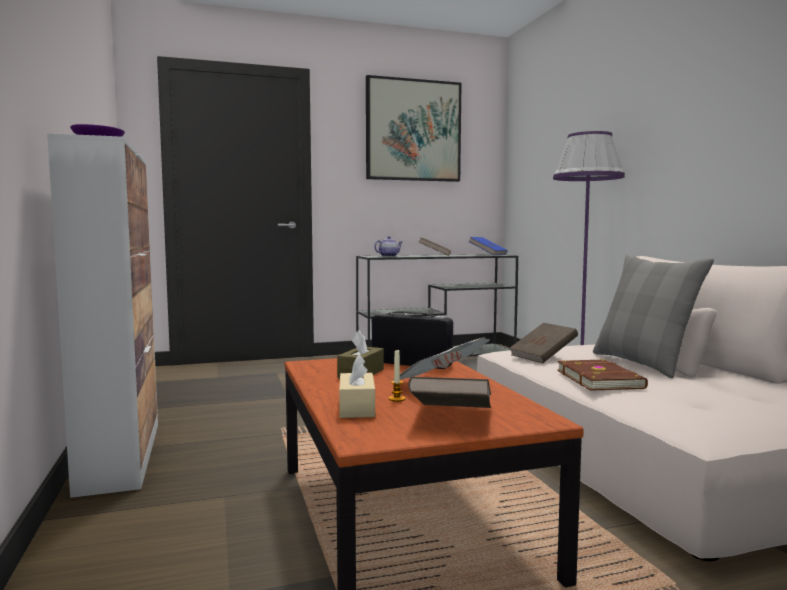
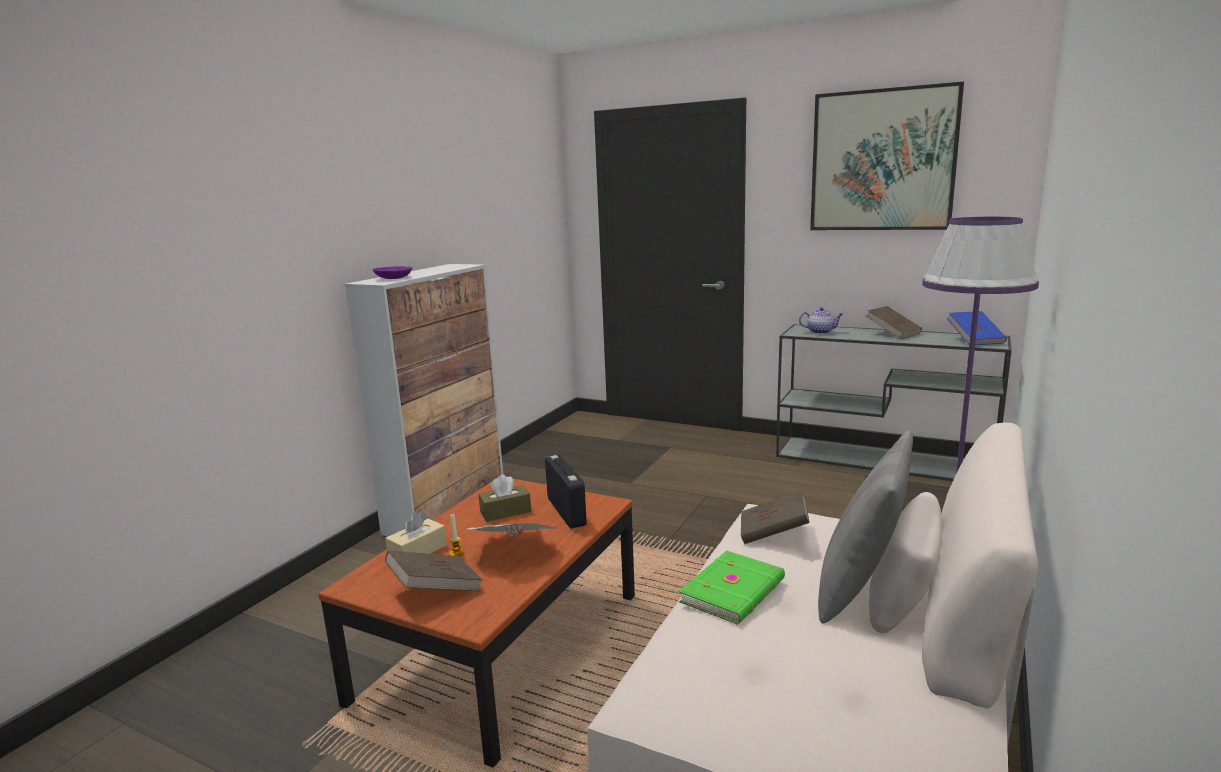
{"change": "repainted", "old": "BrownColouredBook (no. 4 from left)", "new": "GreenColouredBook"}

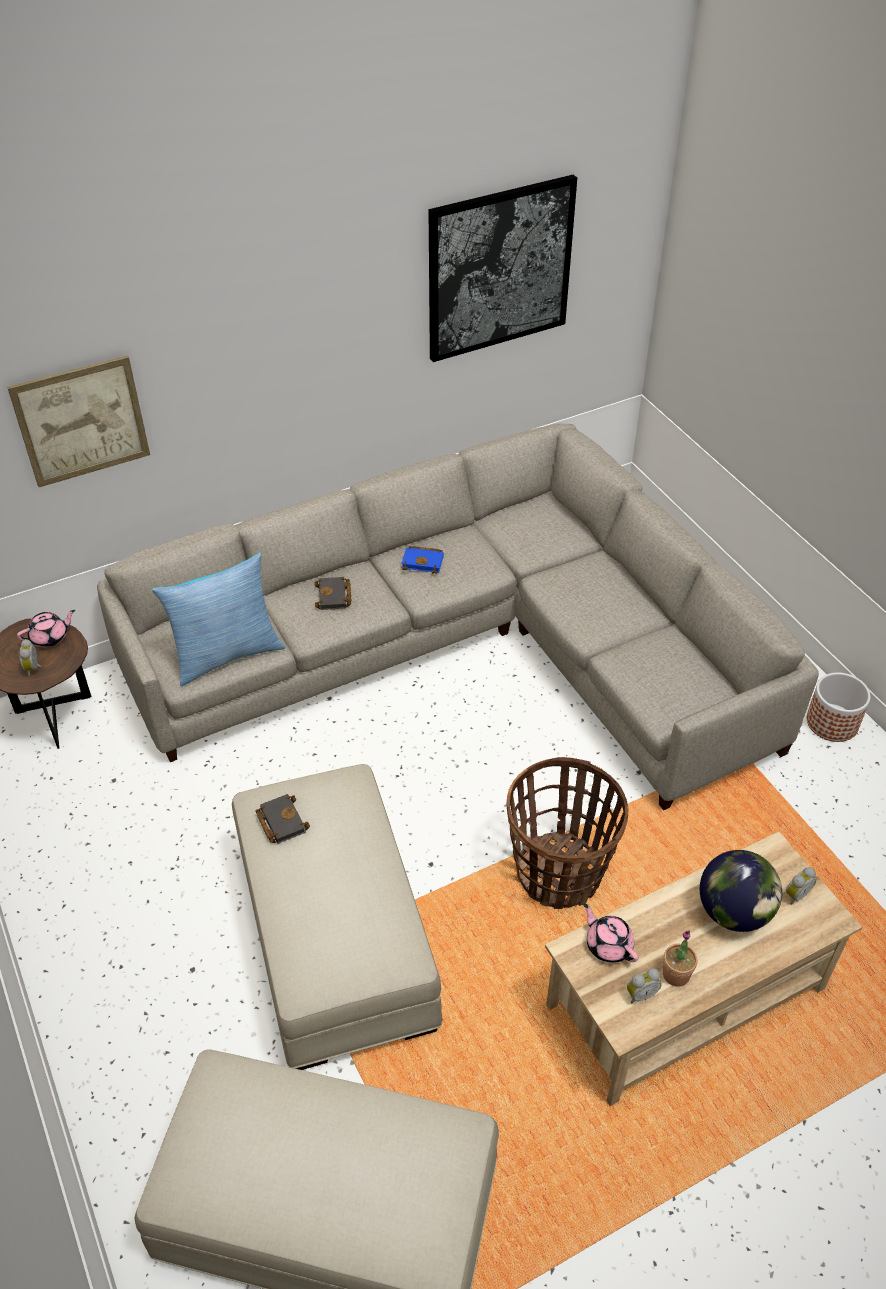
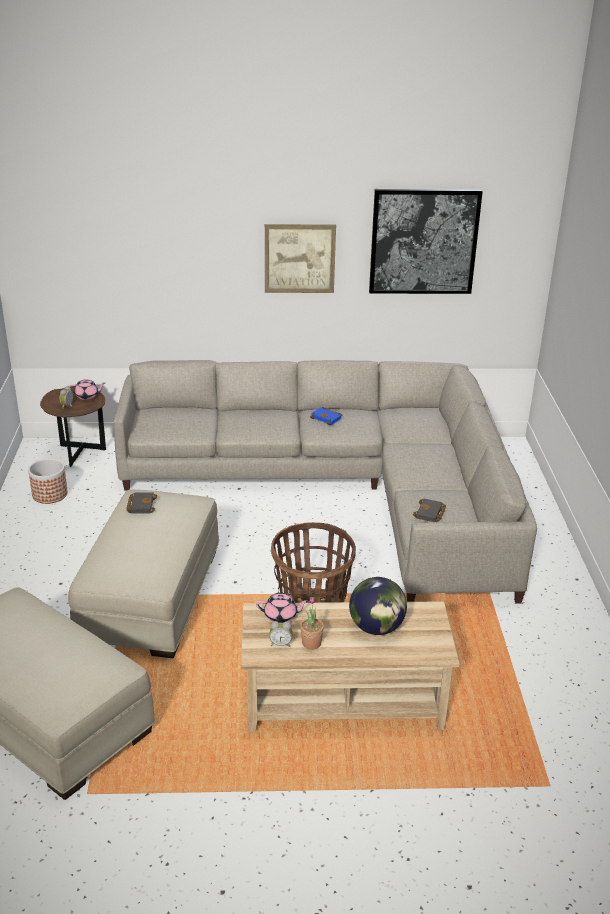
{"change": "gone", "old": "Cushion"}
{"change": "gone", "old": "AlarmClock (no. 3 from left)"}
{"change": "shifted", "old": "WallArt (no. 1 from left)"}
{"change": "shifted", "old": "BlackBook (no. 2 from left)"}
{"change": "shifted", "old": "FlowerPot"}
{"change": "rotated", "old": "PinkishTeapot (no. 2 from left)", "degrees": 105}

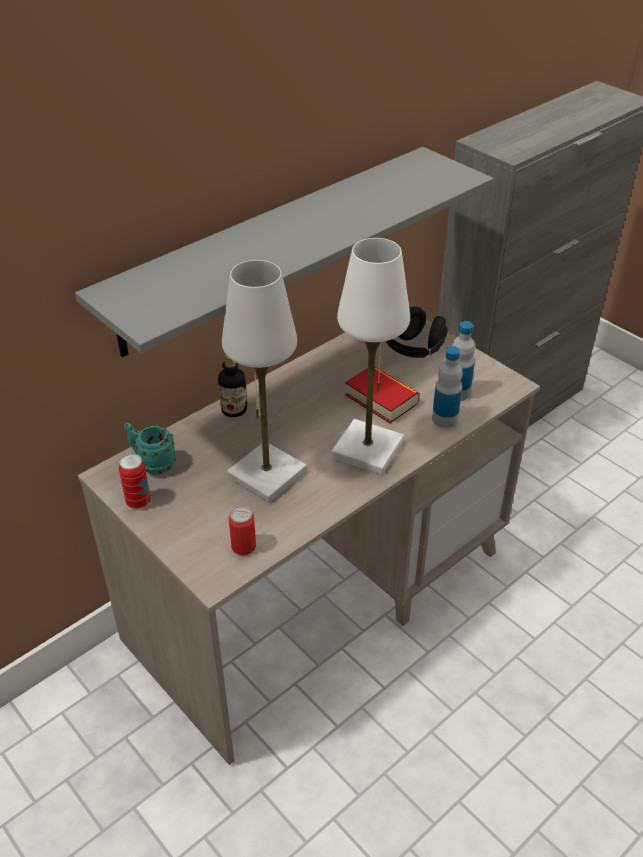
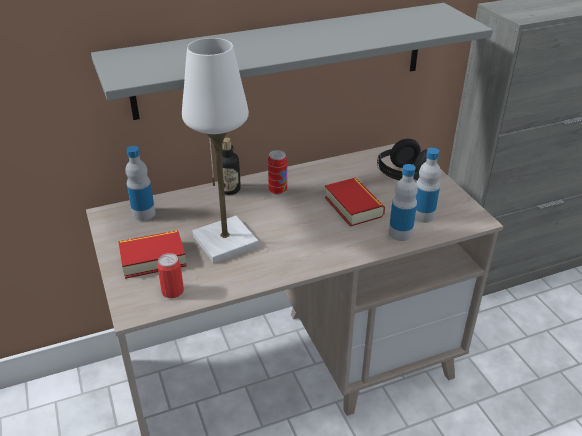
{"change": "gone", "old": "WhitishTableLamp (no. 2 from left)"}
{"change": "new", "new": "Book (no. 1 from left)"}
{"change": "shifted", "old": "MetalCan (no. 1 from left in the first image)", "new": "MetalCan (no. 2 from left)"}
{"change": "swapped", "old": "TurquoiseColouredMug", "new": "Bottle (no. 1 from left)"}

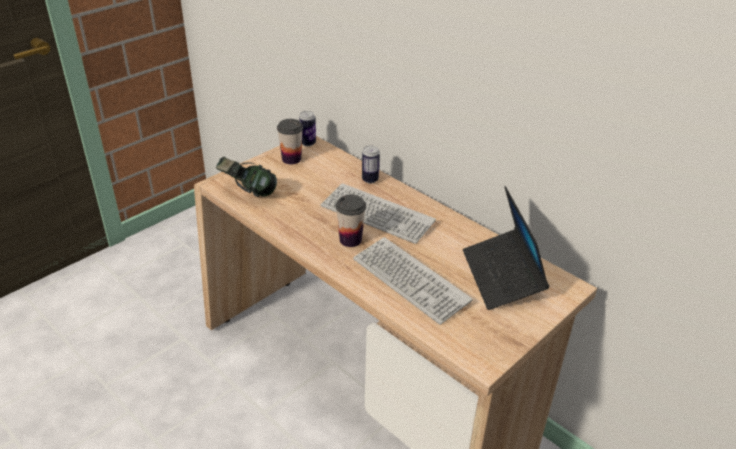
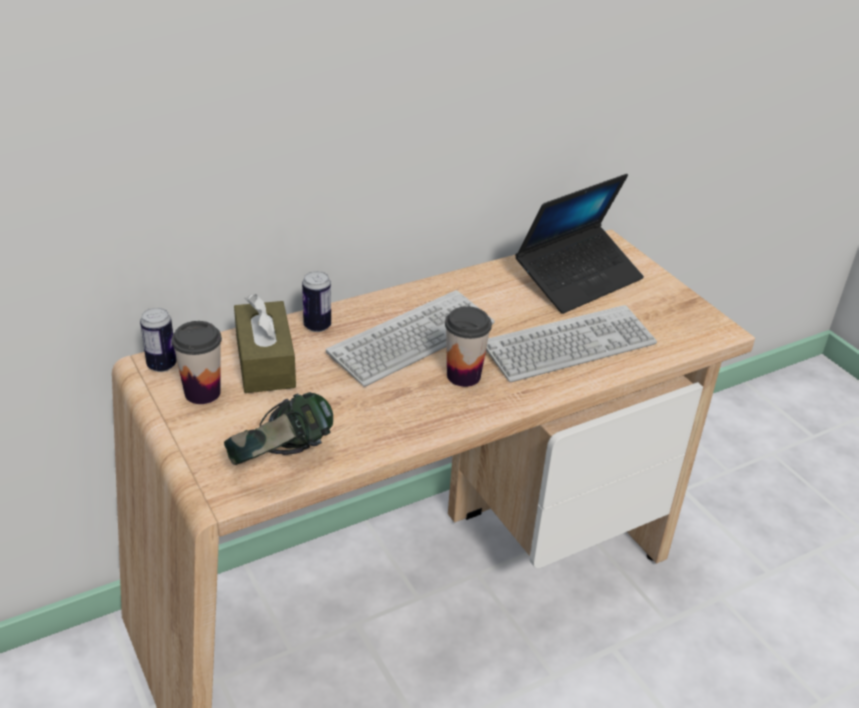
{"change": "new", "new": "BrownColouredTissueBox"}
{"change": "rotated", "old": "PortableComputer", "degrees": -45}

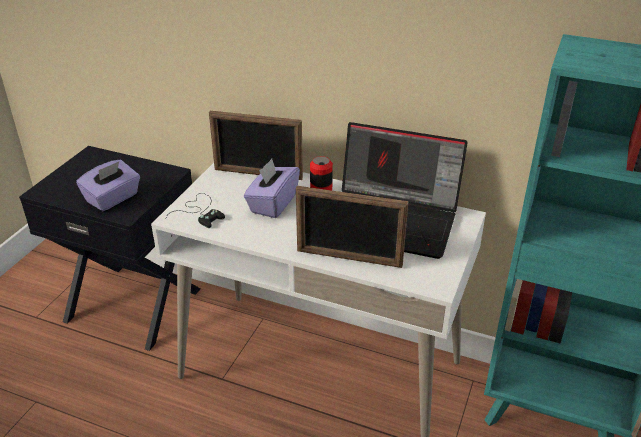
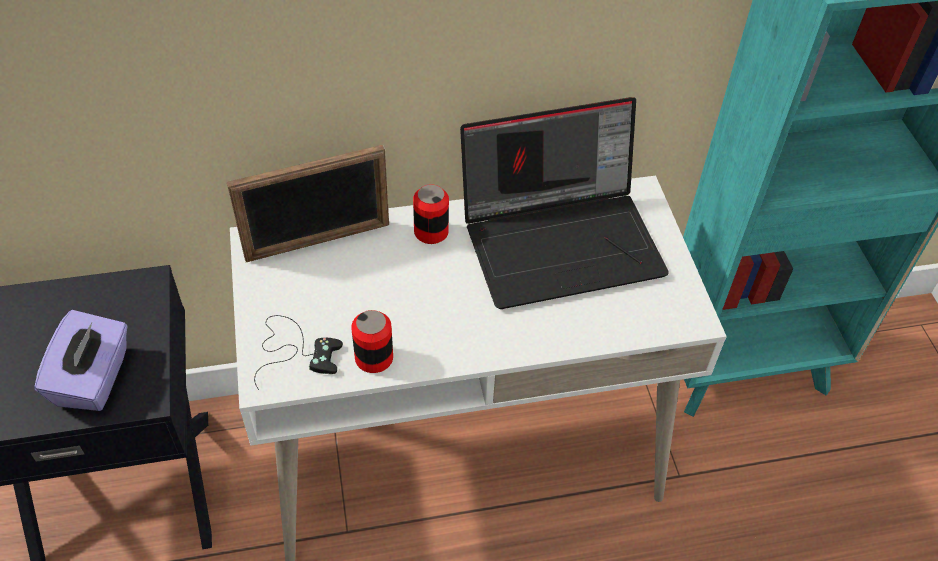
{"change": "gone", "old": "PurpleColouredTissueBox (no. 2 from left)"}
{"change": "gone", "old": "StandingFrame (no. 2 from left)"}
{"change": "new", "new": "MetalCan (no. 1 from left)"}

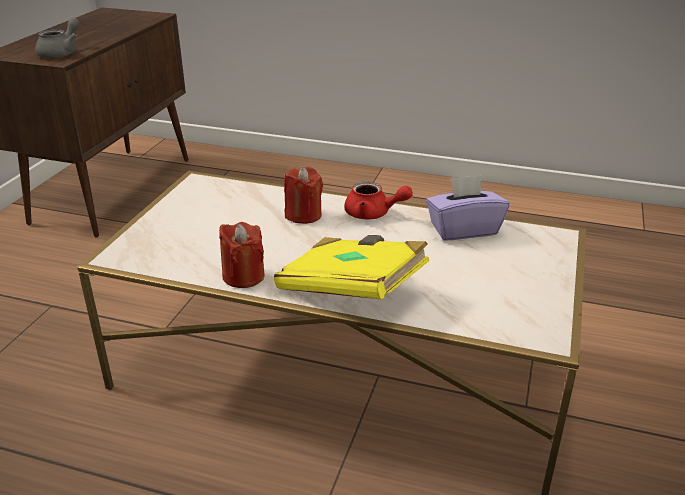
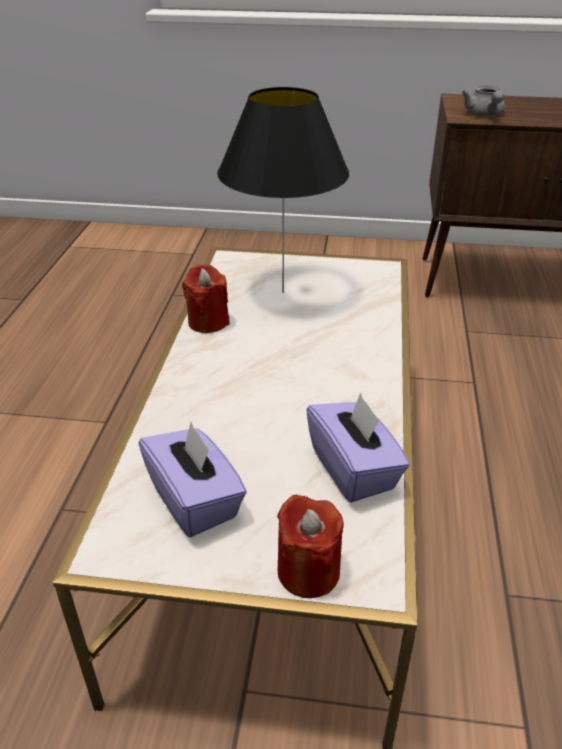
{"change": "gone", "old": "YellowishBook"}
{"change": "gone", "old": "RedColouredTeapot"}
{"change": "new", "new": "PurpleColouredTissueBox (no. 1 from left)"}
{"change": "new", "new": "BlackTableLamp"}
{"change": "shifted", "old": "RedColouredWaxCandle (no. 2 from left)"}
{"change": "rotated", "old": "GreyishTeapot", "degrees": 75}

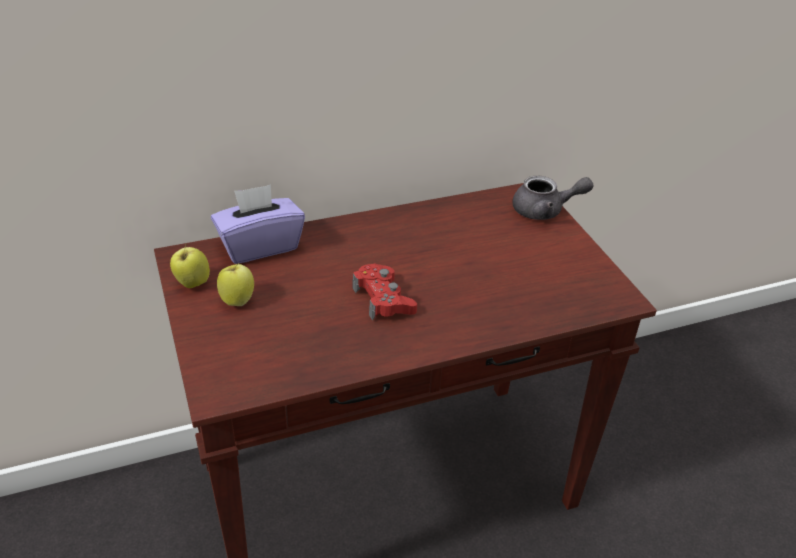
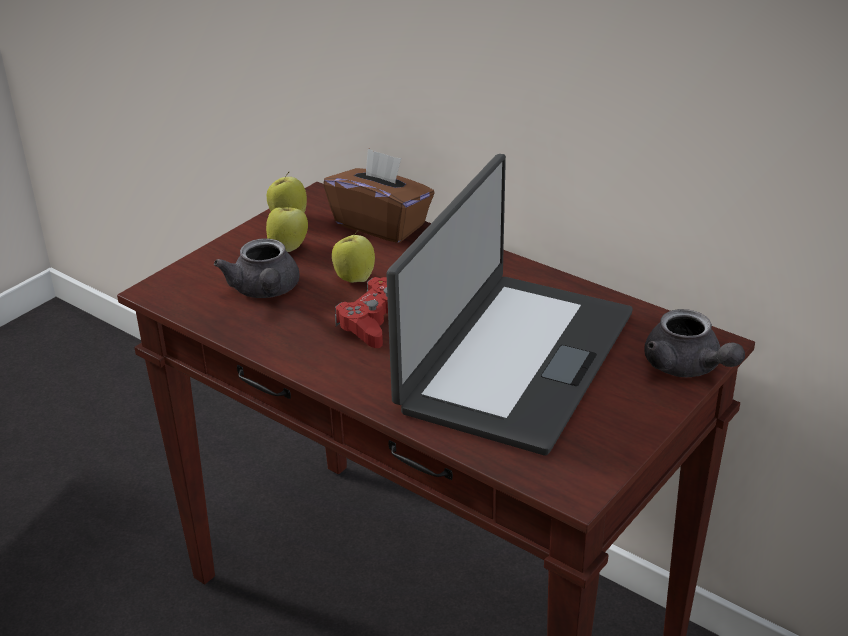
{"change": "new", "new": "GreyishTeapot (no. 1 from left)"}
{"change": "new", "new": "AppleFruit (no. 3 from left)"}
{"change": "new", "new": "PortableComputer"}
{"change": "repainted", "old": "PurpleColouredTissueBox", "new": "BrownColouredTissueBox"}

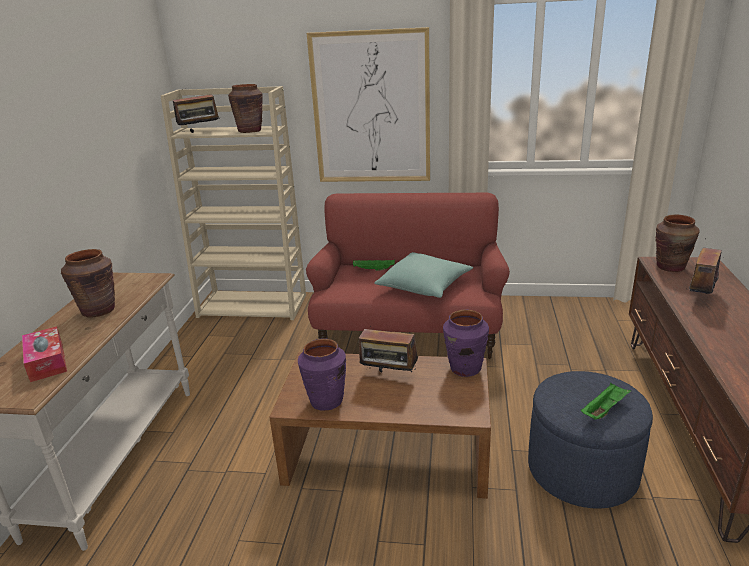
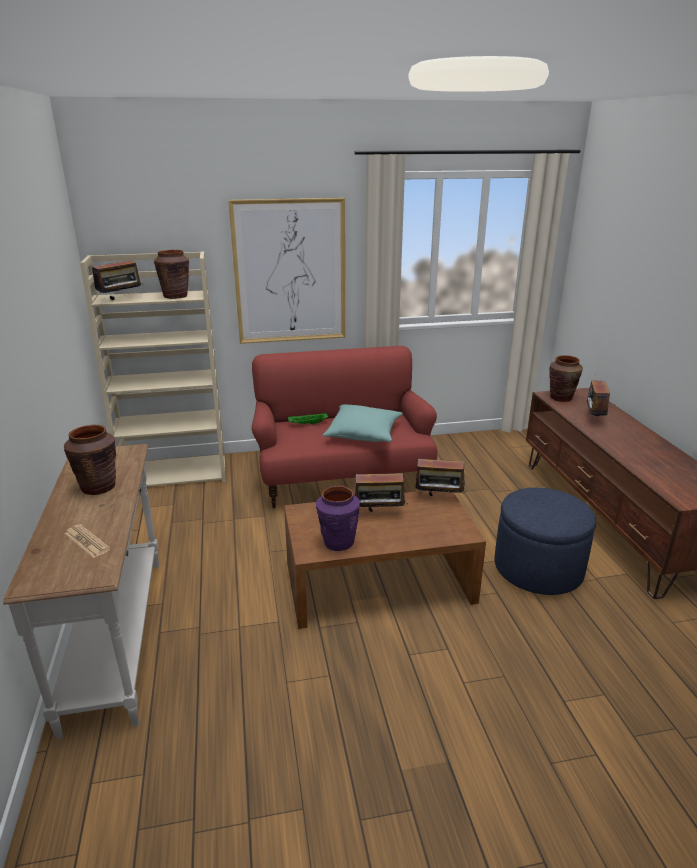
{"change": "gone", "old": "GreenColouredTray (no. 2 from left)"}
{"change": "swapped", "old": "TissueBox", "new": "DailyPaper"}
{"change": "swapped", "old": "PurpleColouredVase (no. 2 from left)", "new": "RadioReceiver (no. 3 from left)"}

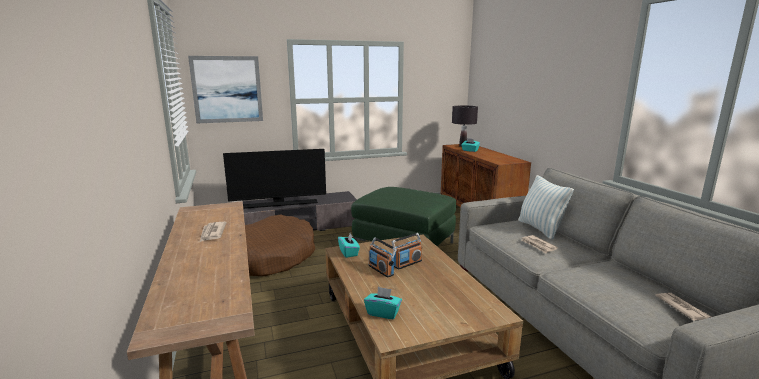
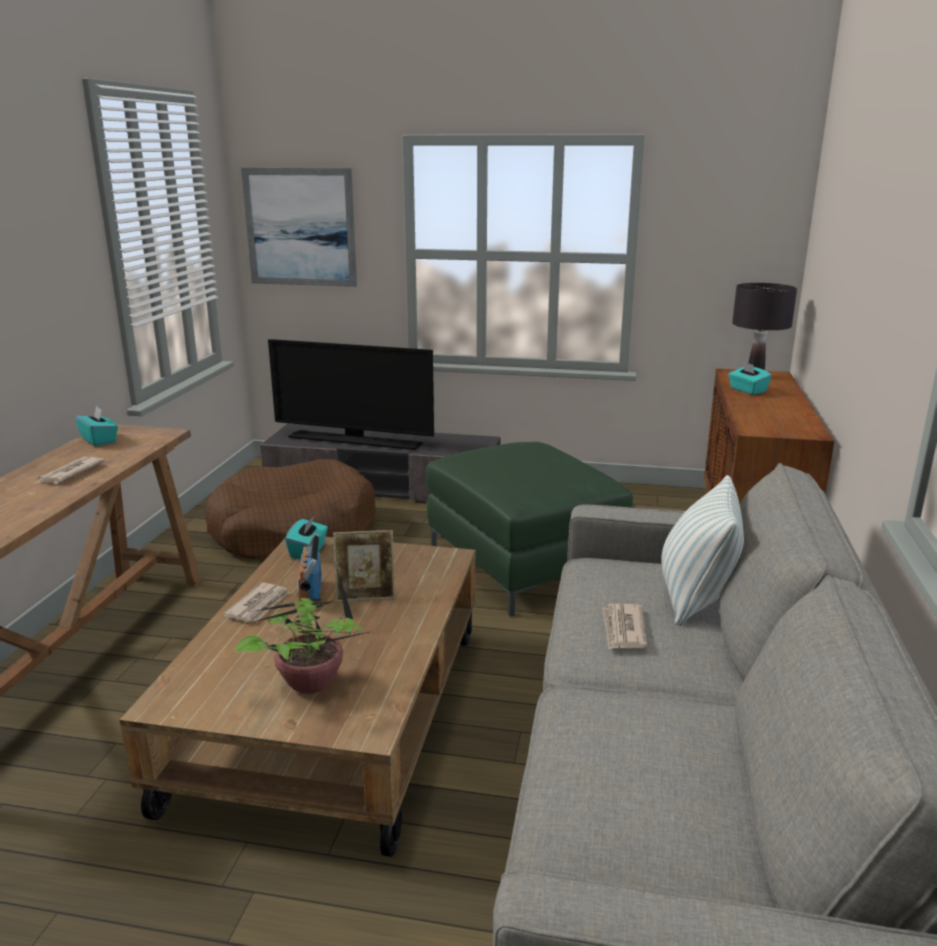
{"change": "new", "new": "Houseplant"}
{"change": "shifted", "old": "TurquoiseColouredTissueBox (no. 2 from left in the first image)", "new": "TurquoiseColouredTissueBox (no. 1 from left)"}
{"change": "shifted", "old": "DailyPaper (no. 3 from left in the first image)", "new": "DailyPaper (no. 2 from left)"}
{"change": "swapped", "old": "RadioReceiver (no. 2 from left)", "new": "StandingFrame"}

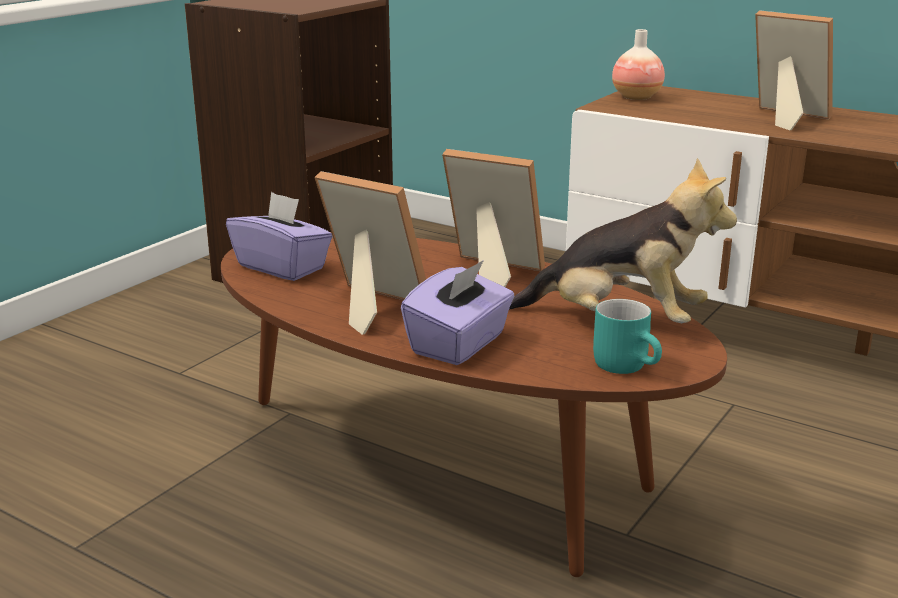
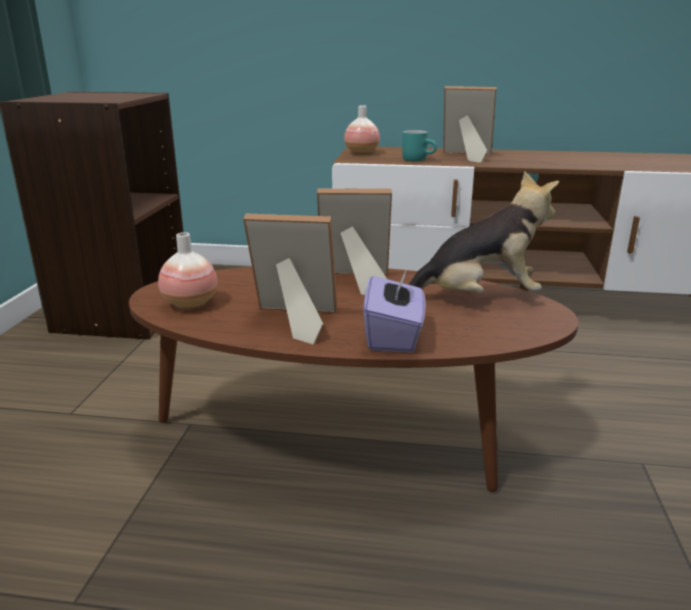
{"change": "shifted", "old": "TurquoiseColouredMug"}
{"change": "swapped", "old": "PurpleColouredTissueBox (no. 1 from left)", "new": "Vase (no. 1 from left)"}

